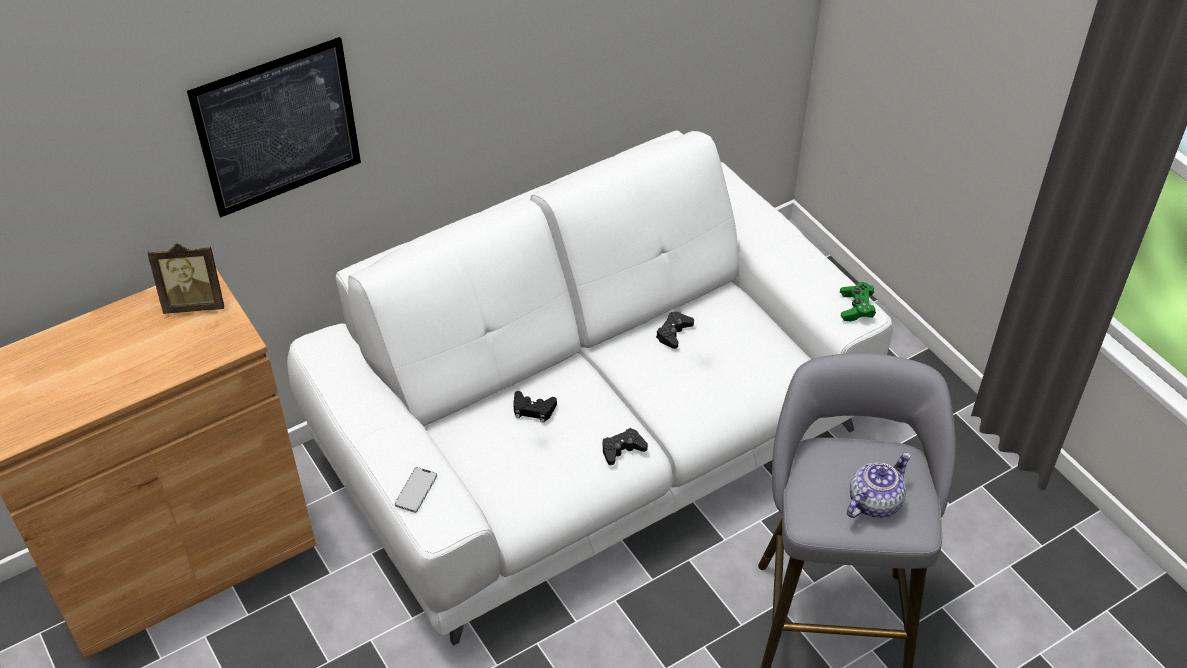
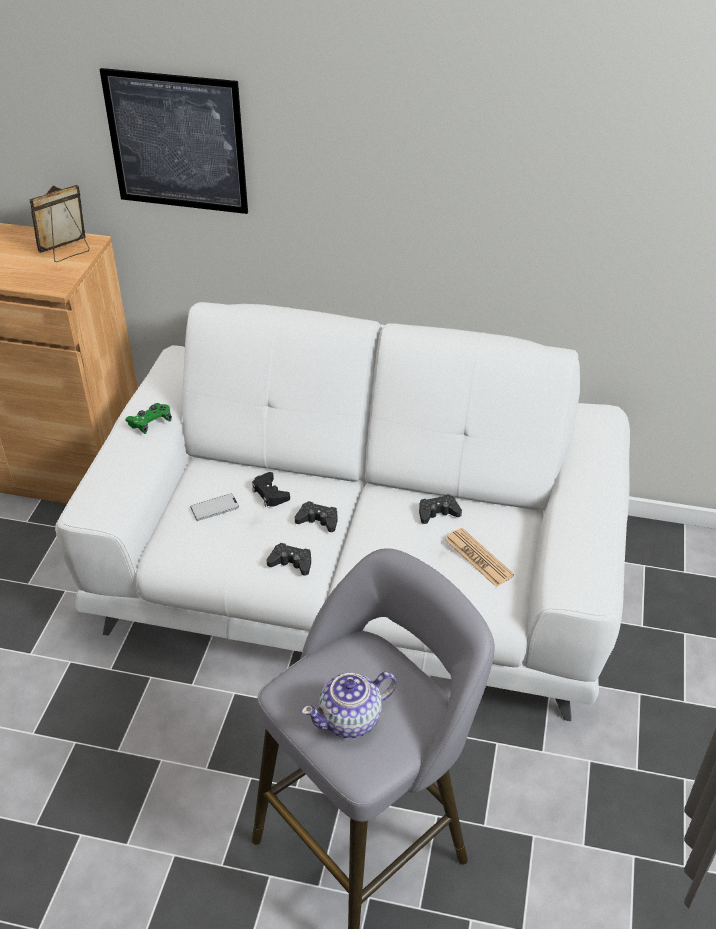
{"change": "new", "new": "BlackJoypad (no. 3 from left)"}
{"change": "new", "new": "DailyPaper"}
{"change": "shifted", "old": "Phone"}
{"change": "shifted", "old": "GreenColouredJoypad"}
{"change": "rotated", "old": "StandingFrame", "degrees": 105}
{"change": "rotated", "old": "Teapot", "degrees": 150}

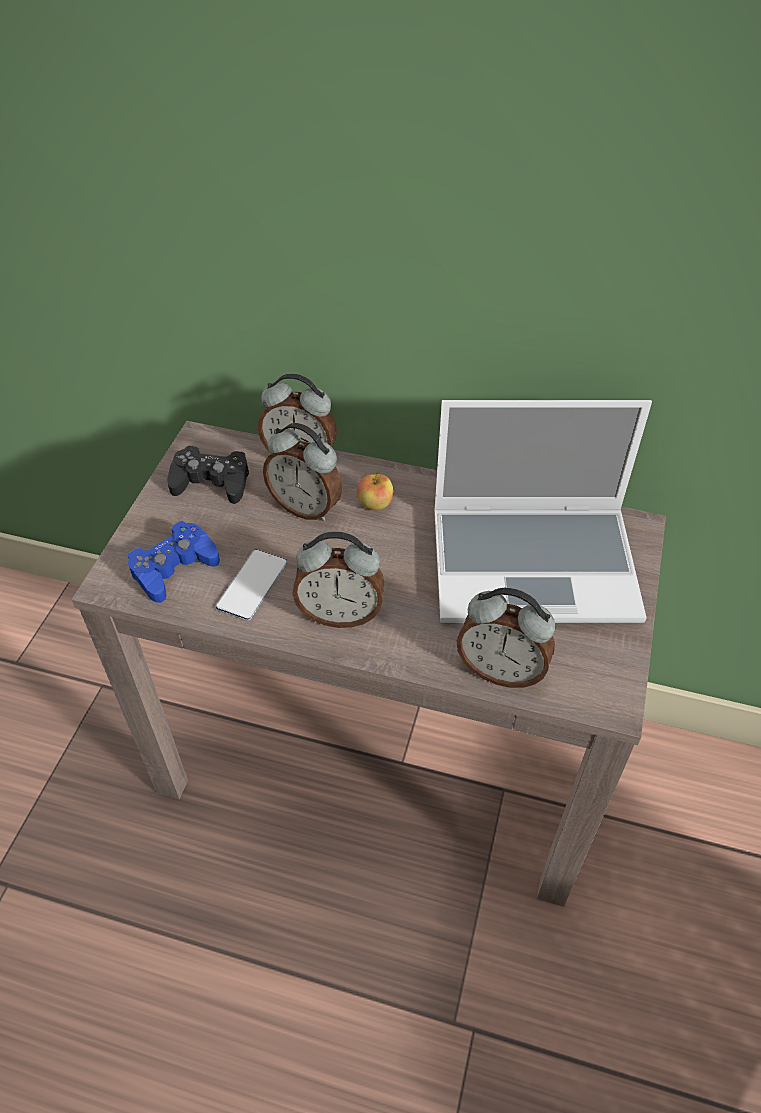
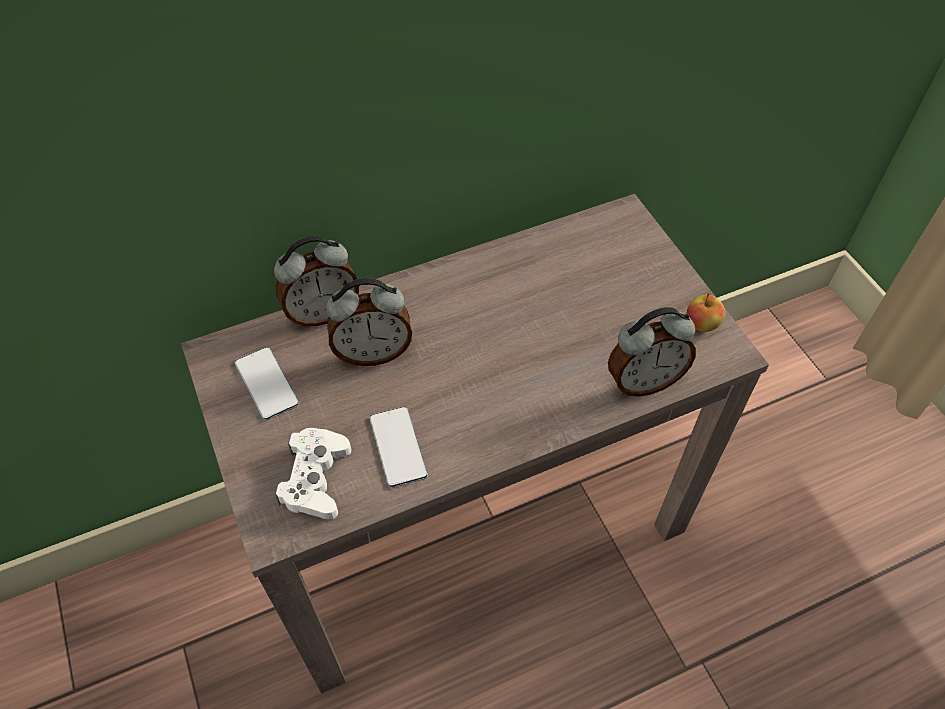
{"change": "gone", "old": "AlarmClock (no. 3 from left)"}
{"change": "gone", "old": "PortableComputer"}
{"change": "shifted", "old": "AppleFruit"}
{"change": "swapped", "old": "BlackJoypad", "new": "Phone (no. 1 from left)"}
{"change": "repainted", "old": "BlueJoypad", "new": "WhitishJoypad"}

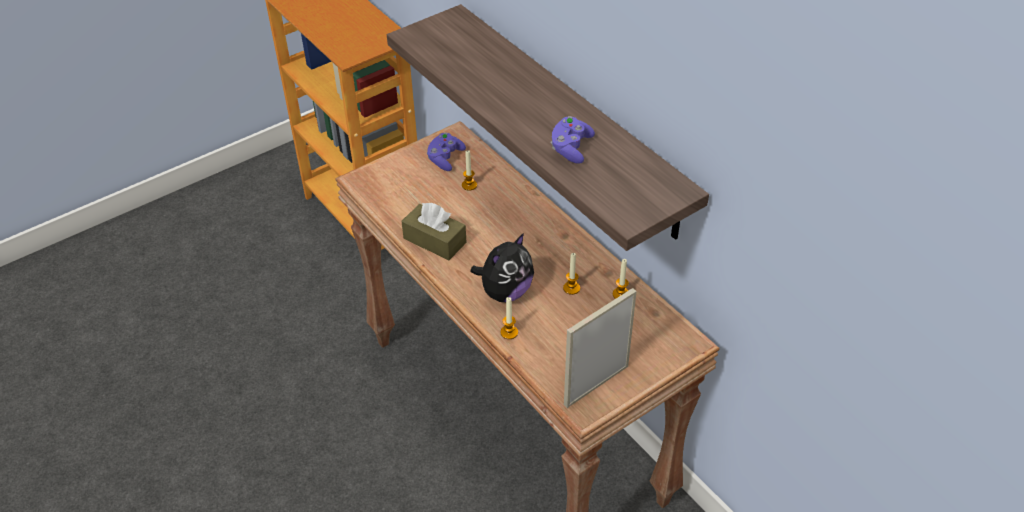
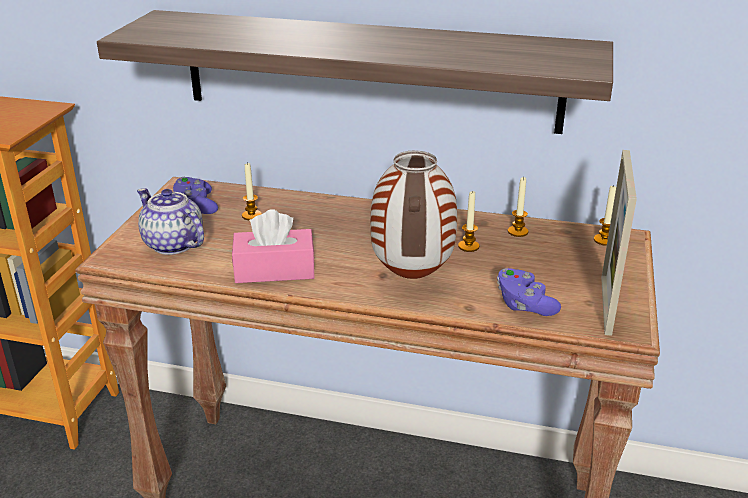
{"change": "new", "new": "Teapot"}
{"change": "shifted", "old": "WaxCandle (no. 2 from left in the first image)", "new": "WaxCandle (no. 4 from left)"}
{"change": "shifted", "old": "PurpleColouredJoypad (no. 2 from left)"}
{"change": "swapped", "old": "PlushToy", "new": "Vase"}
{"change": "repainted", "old": "BrownColouredTissueBox", "new": "PinkishTissueBox"}

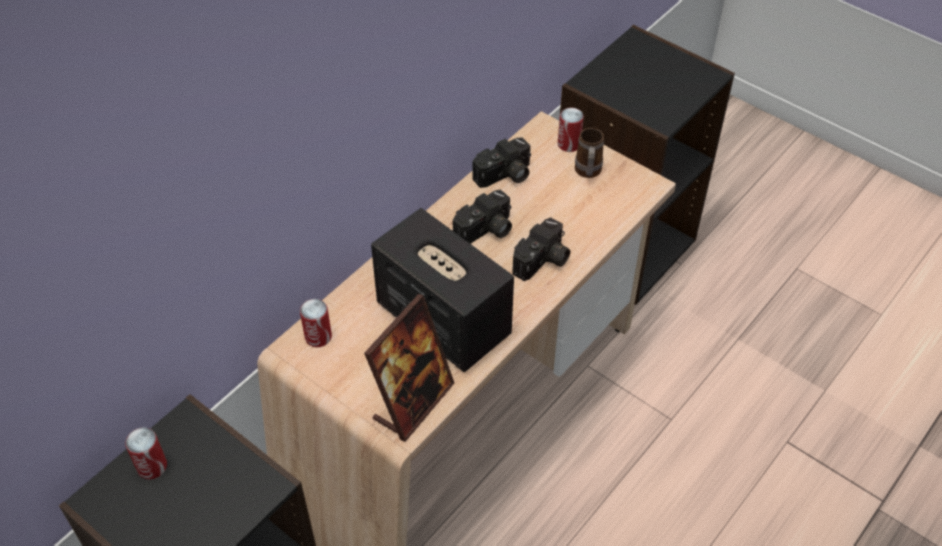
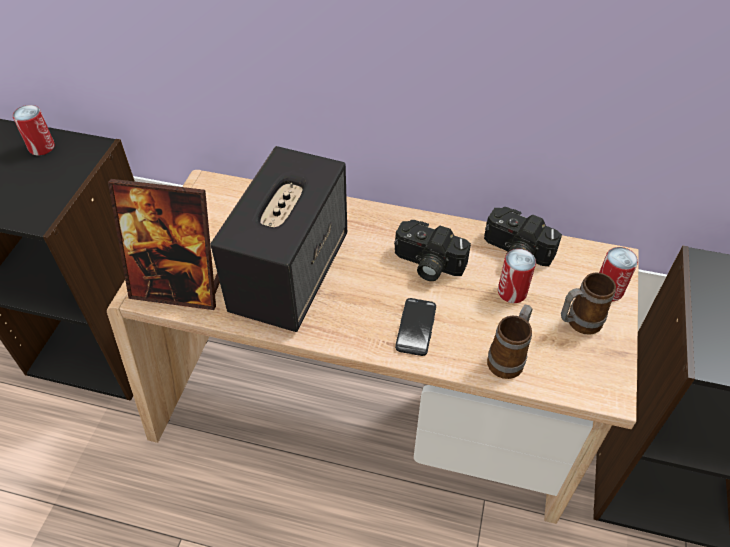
{"change": "new", "new": "Mug (no. 1 from left)"}
{"change": "shifted", "old": "MetalCan (no. 2 from left)"}
{"change": "swapped", "old": "StillCamera (no. 3 from left)", "new": "Phone"}

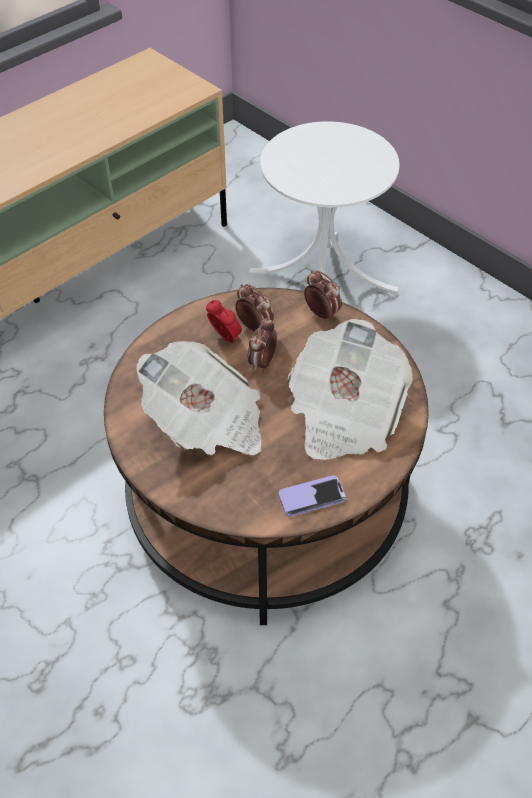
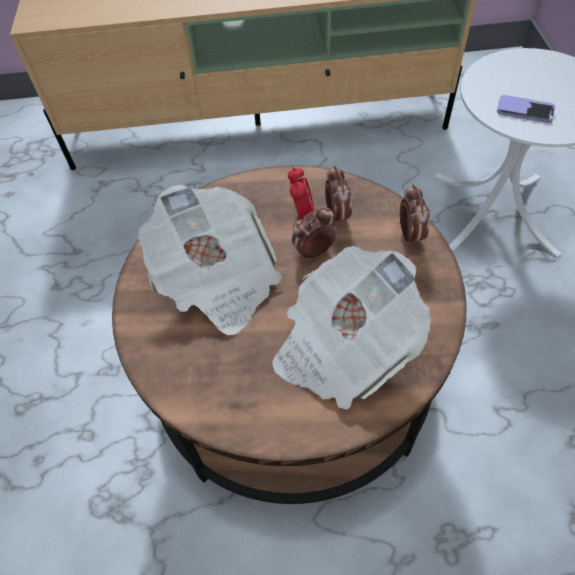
{"change": "shifted", "old": "Phone"}

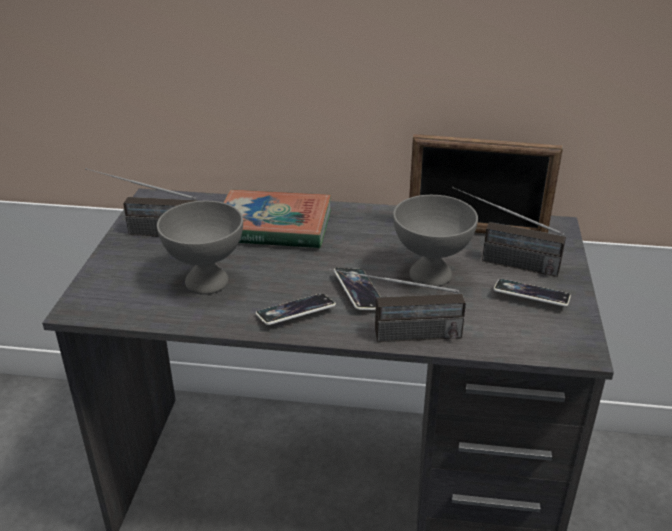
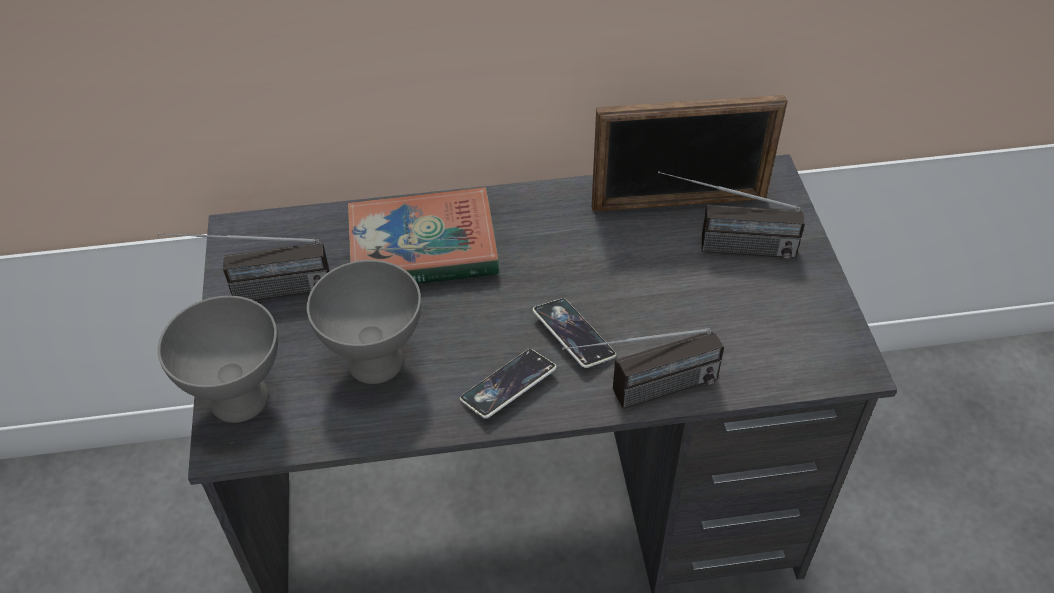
{"change": "gone", "old": "Phone (no. 3 from left)"}
{"change": "shifted", "old": "GreyishBowl (no. 2 from left in the first image)", "new": "GreyishBowl (no. 1 from left)"}

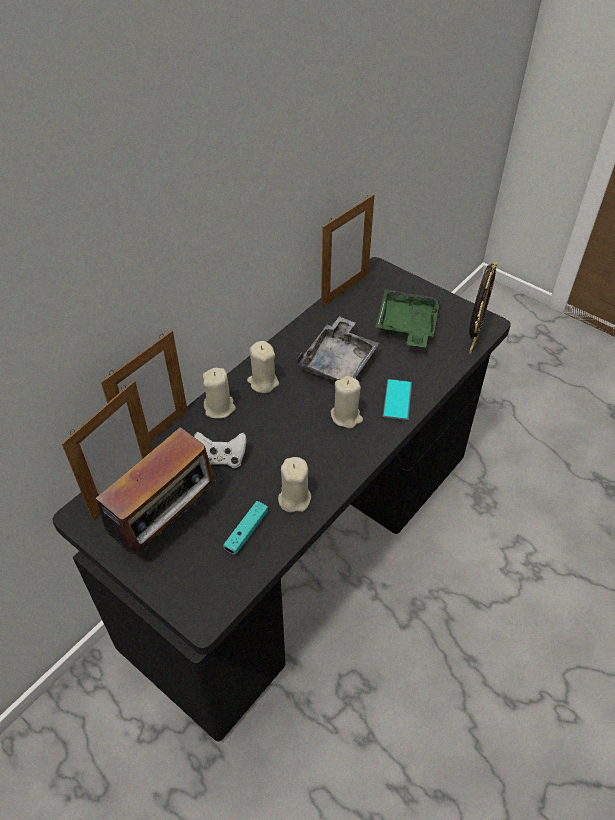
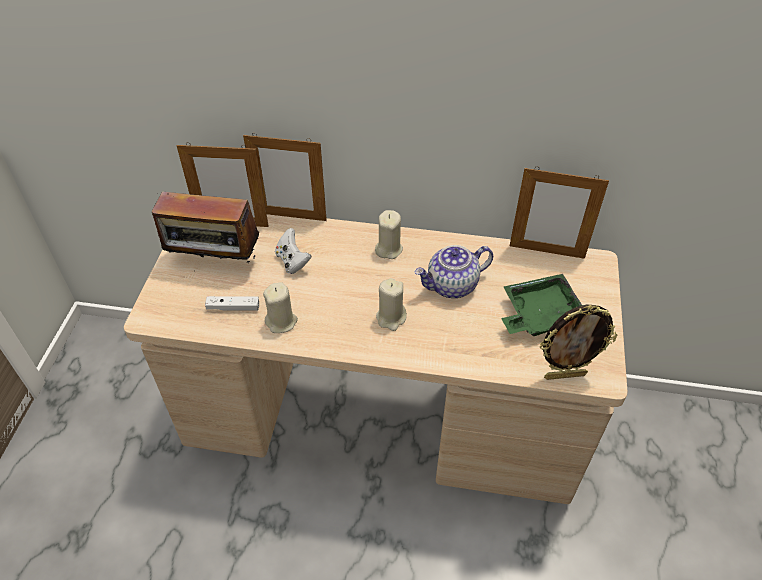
{"change": "gone", "old": "BeigeWaxCandle (no. 1 from left)"}
{"change": "gone", "old": "Phone"}
{"change": "swapped", "old": "GreyishTray", "new": "Teapot"}
{"change": "repainted", "old": "BlackDeskUnit", "new": "BeigeDeskUnit"}
{"change": "repainted", "old": "TurquoiseColouredJoypad", "new": "WhitishJoypad (no. 1 from left)"}

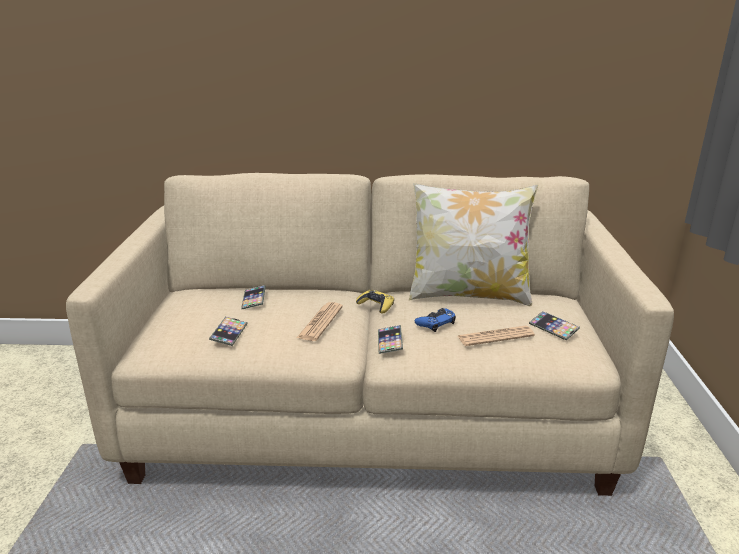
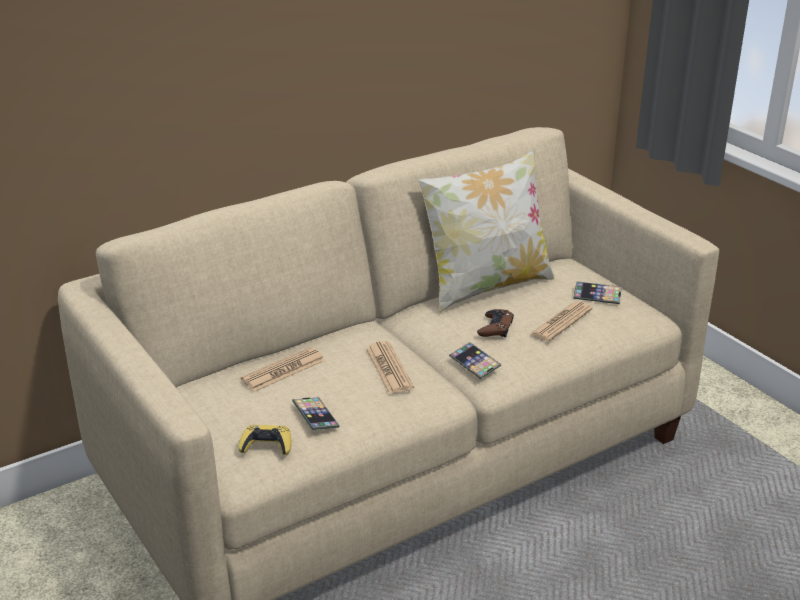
{"change": "shifted", "old": "YellowishJoypad"}
{"change": "swapped", "old": "Phone (no. 2 from left)", "new": "DailyPaper (no. 1 from left)"}
{"change": "repainted", "old": "BlueJoypad", "new": "BrownColouredJoypad"}

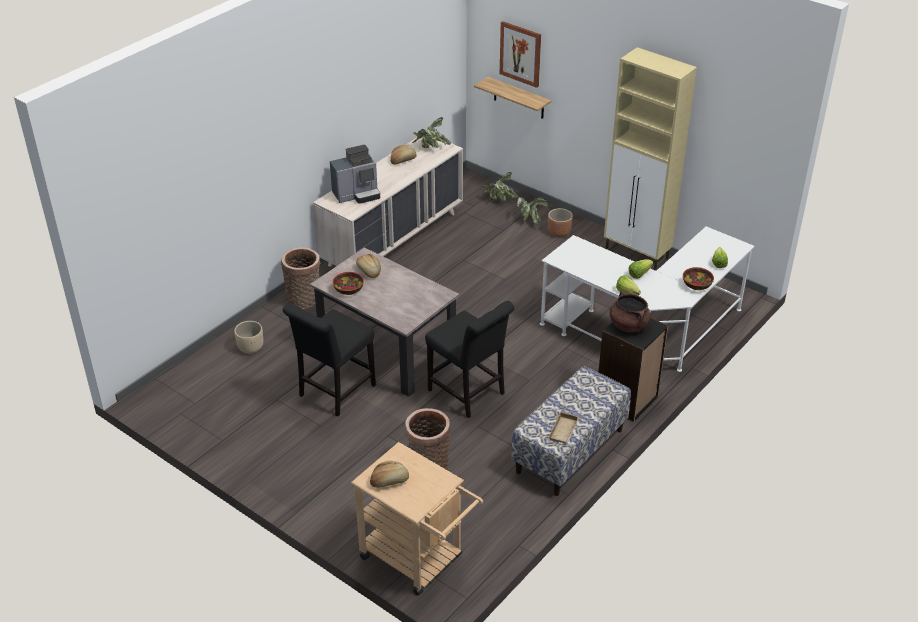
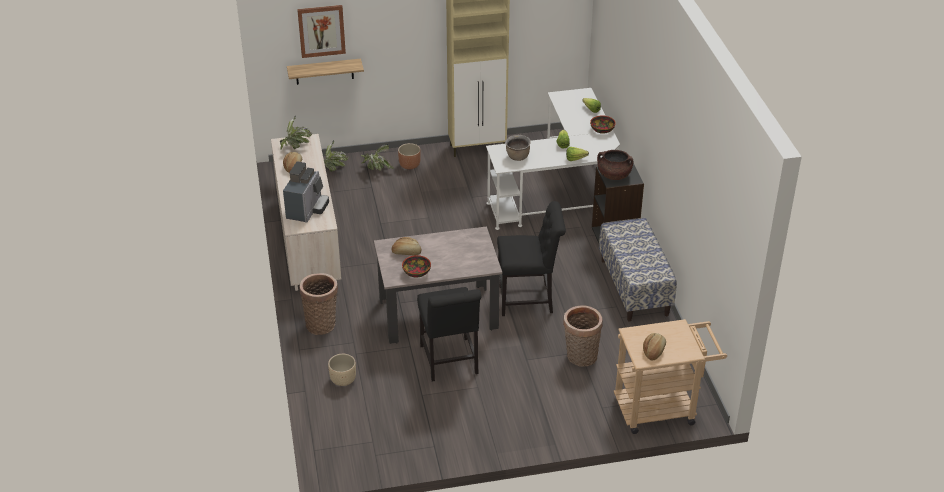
{"change": "gone", "old": "BeigeTray"}
{"change": "new", "new": "BrownColouredCookingPot (no. 1 from left)"}

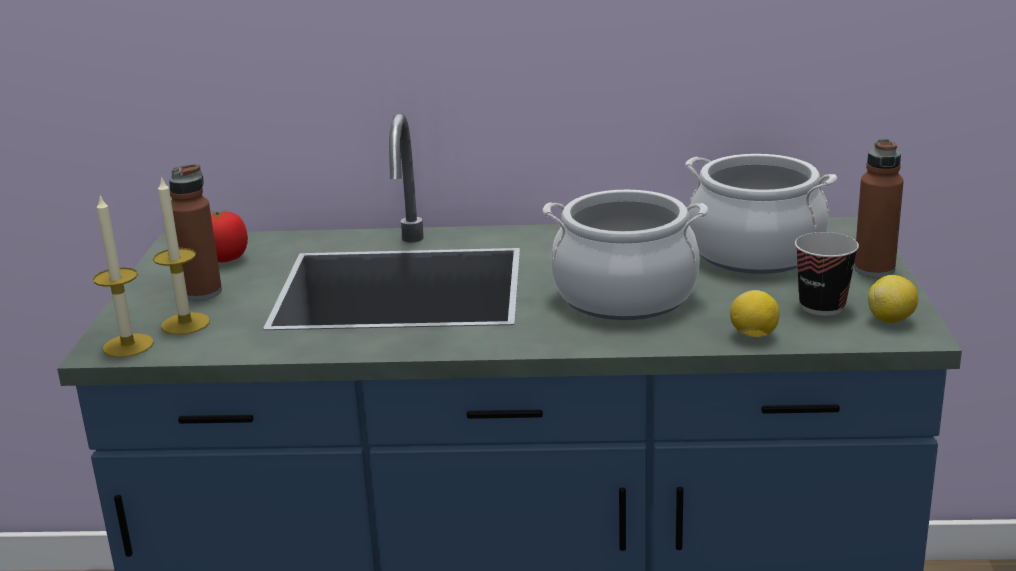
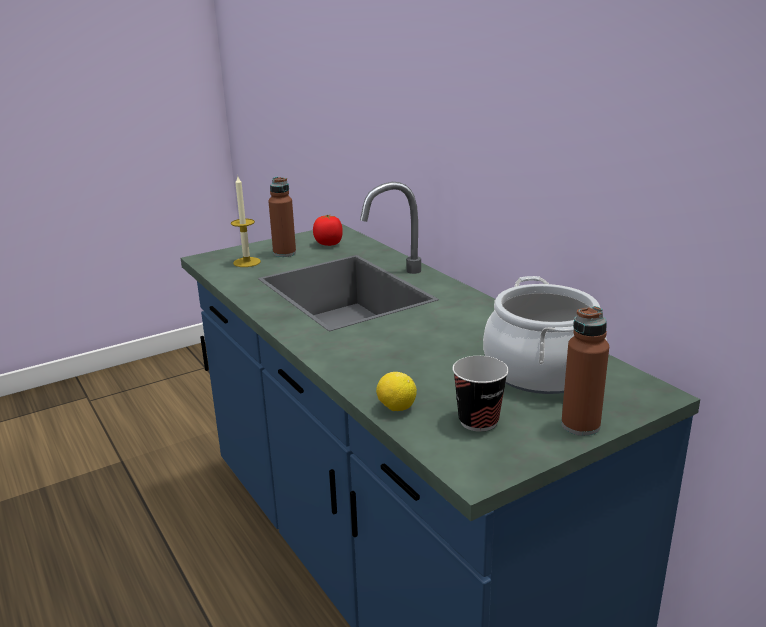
{"change": "gone", "old": "WaxCandle (no. 1 from left)"}
{"change": "gone", "old": "CookingPot (no. 1 from left)"}
{"change": "gone", "old": "WholeLemon (no. 2 from left)"}

